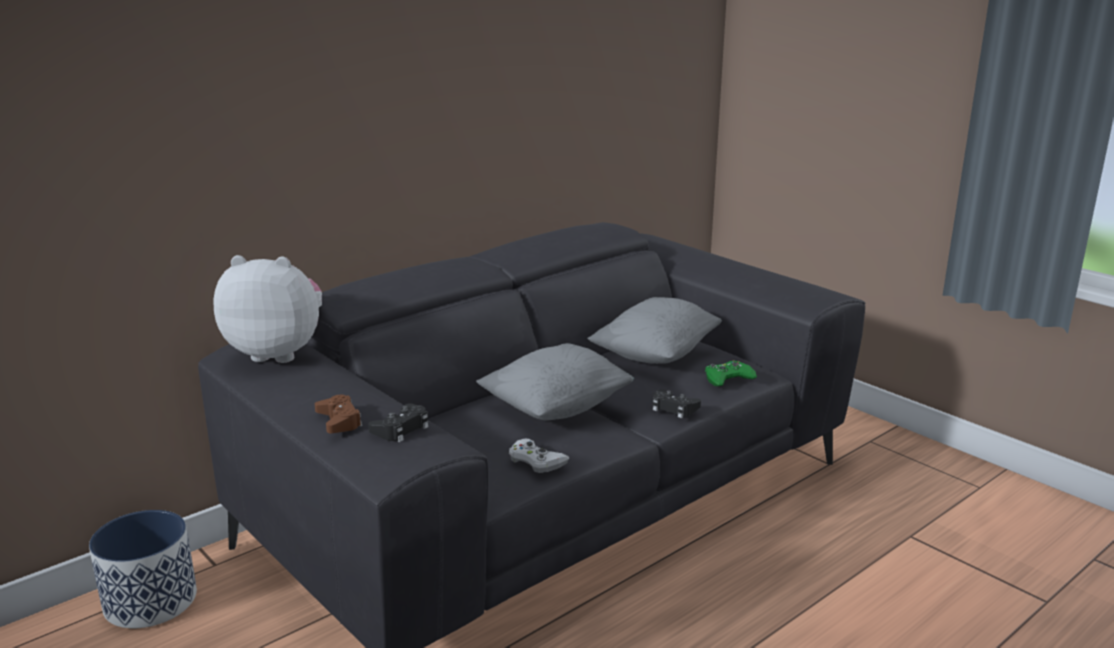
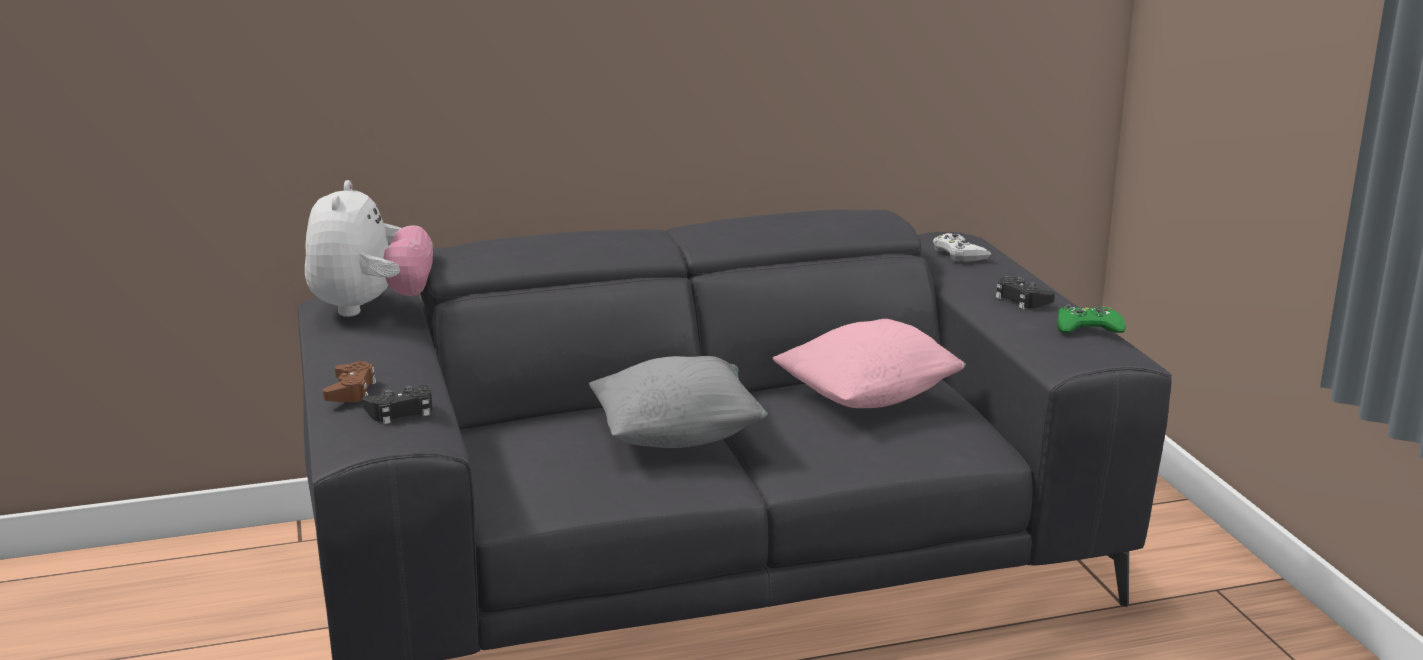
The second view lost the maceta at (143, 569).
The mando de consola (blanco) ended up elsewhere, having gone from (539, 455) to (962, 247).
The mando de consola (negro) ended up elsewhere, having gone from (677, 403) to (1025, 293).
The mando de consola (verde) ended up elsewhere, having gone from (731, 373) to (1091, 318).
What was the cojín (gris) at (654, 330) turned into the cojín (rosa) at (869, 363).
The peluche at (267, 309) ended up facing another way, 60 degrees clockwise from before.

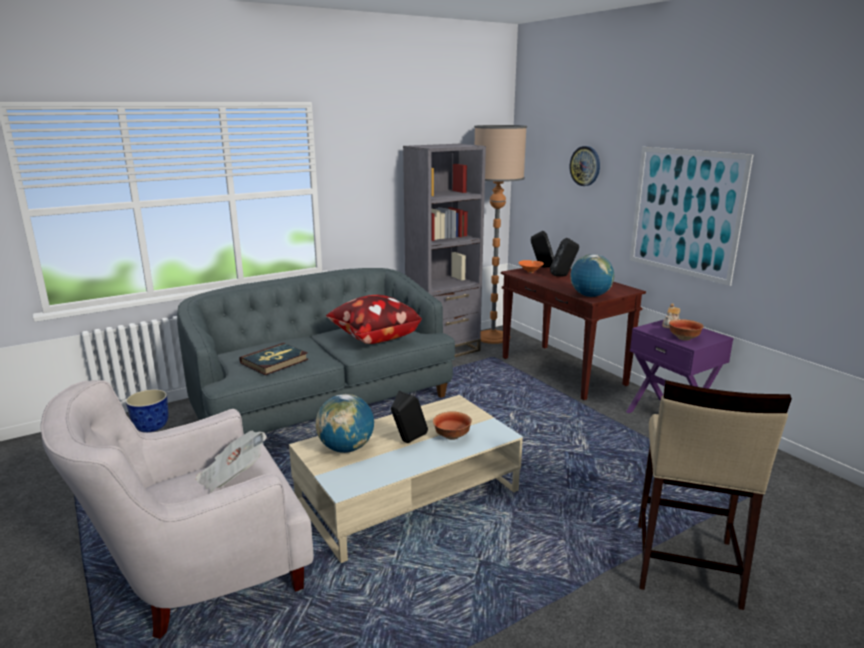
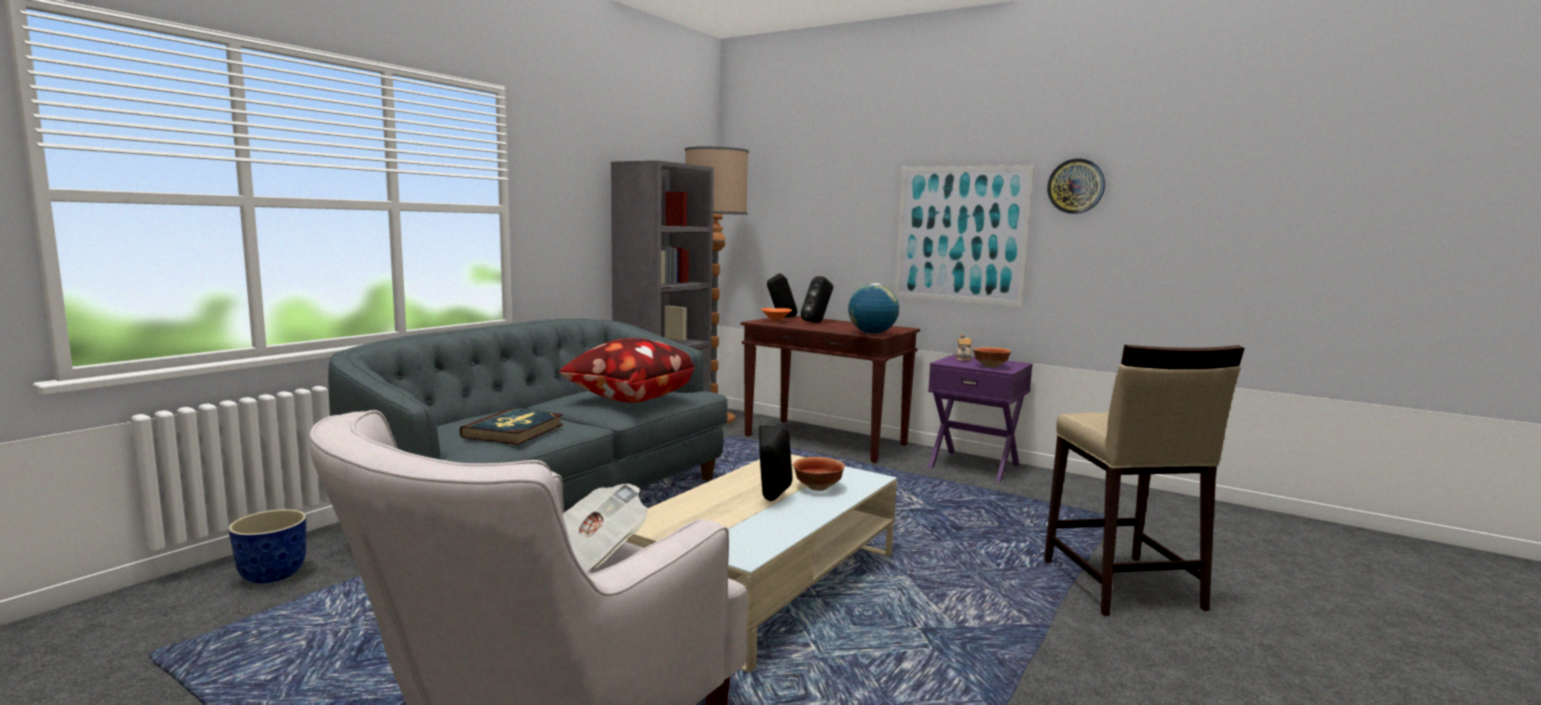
The second view lost the globo terráqueo at (345, 423).
The reloj de pared ended up elsewhere, having gone from (585, 166) to (1076, 186).

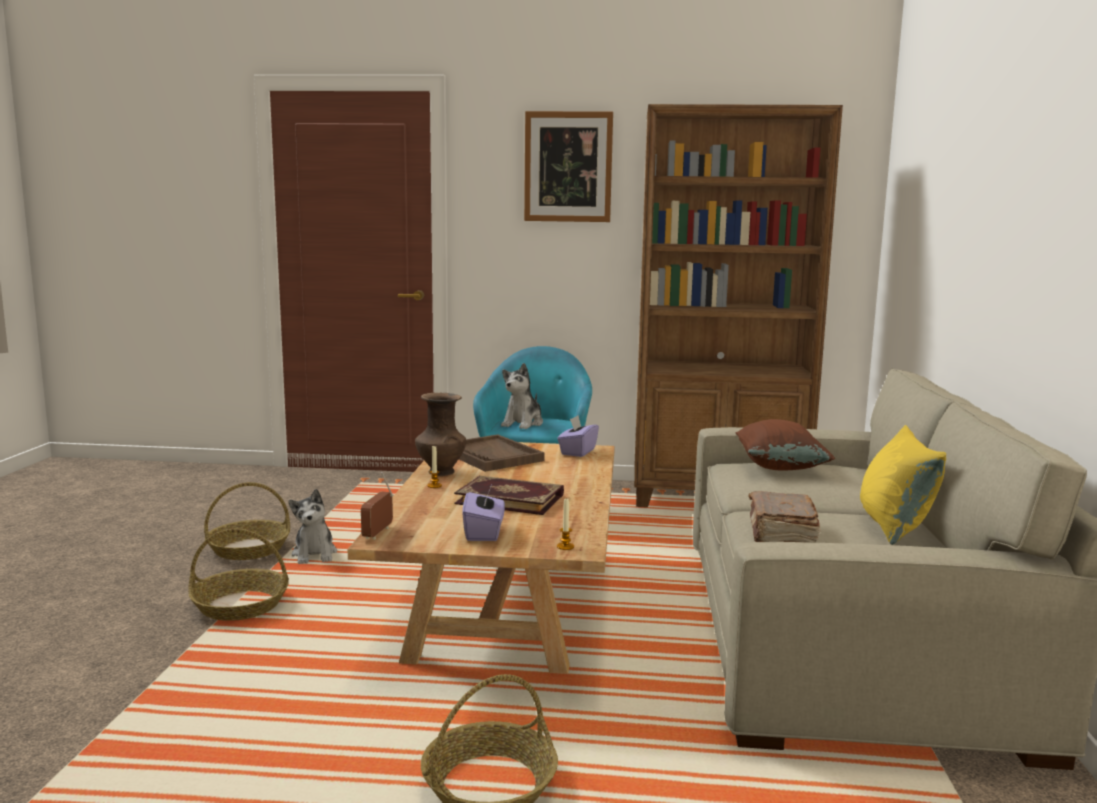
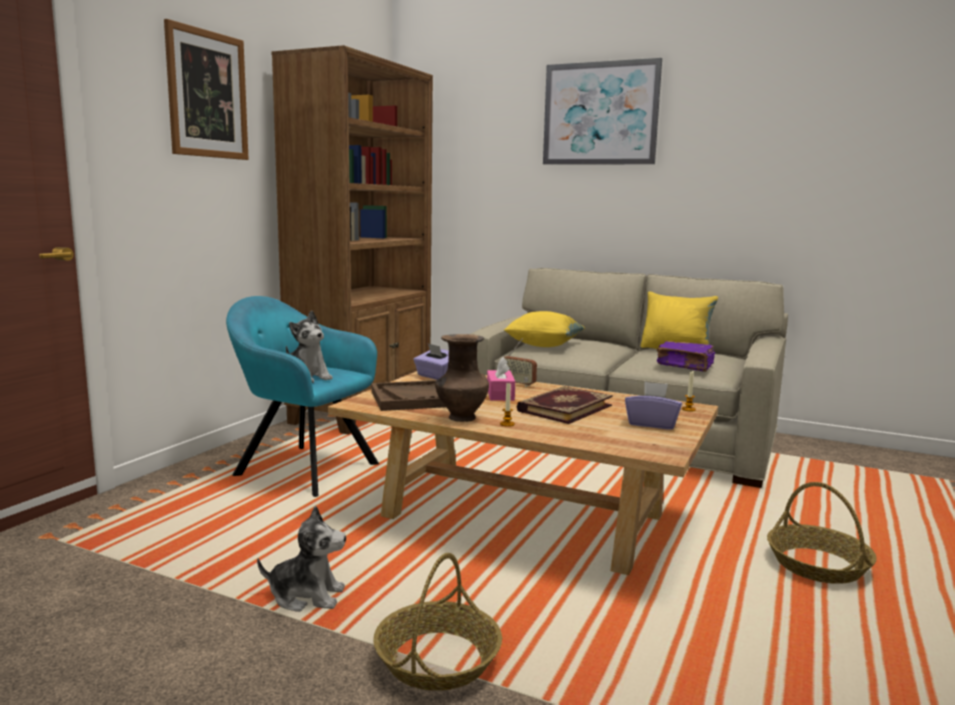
The second view lost the cesta at (247, 521).
The second view gained the caja de pañuelos (rosa) at (501, 379).
The second view gained the cuadro at (602, 111).
The radio ended up elsewhere, having gone from (377, 506) to (520, 362).
What was the cojín (marrón) at (785, 444) turned into the cojín (amarillo) at (544, 329).
What was the libro (marrón) at (785, 517) turned into the libro (morado) at (686, 356).

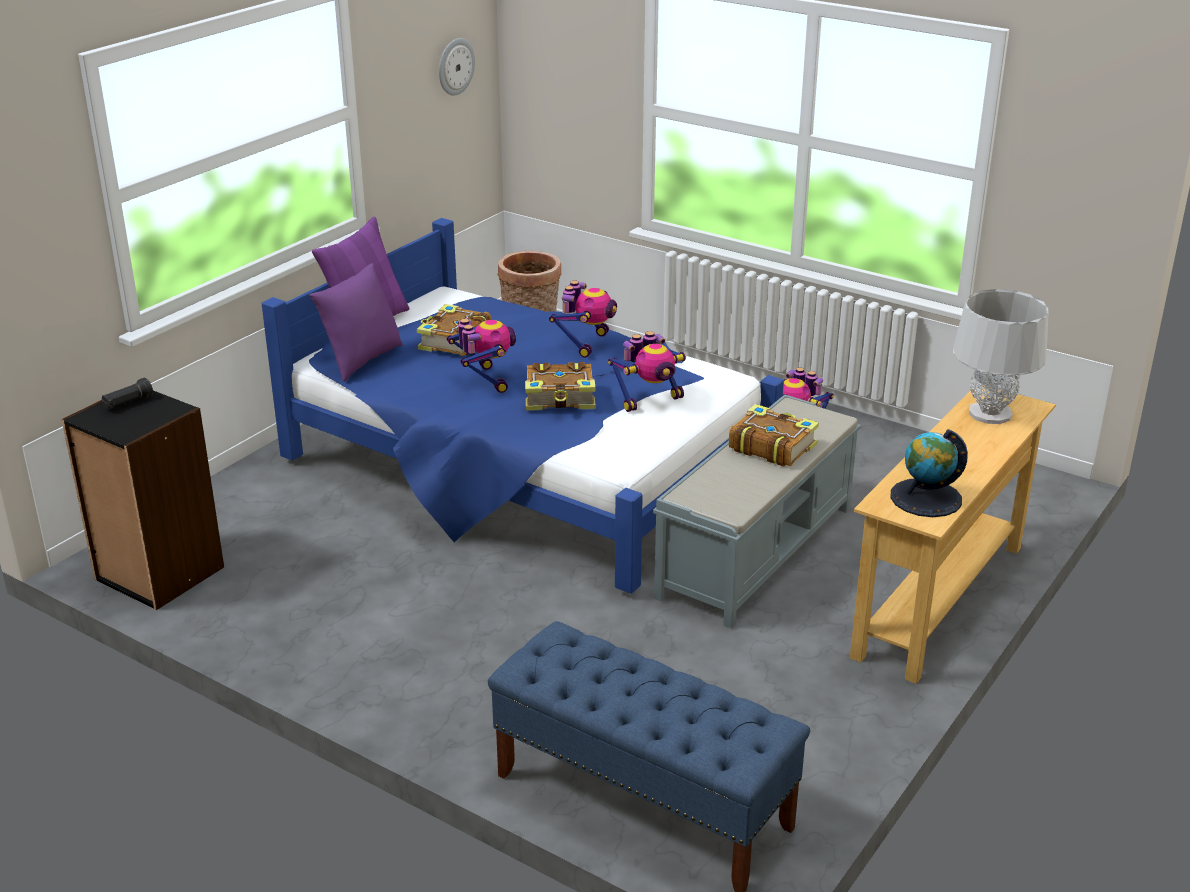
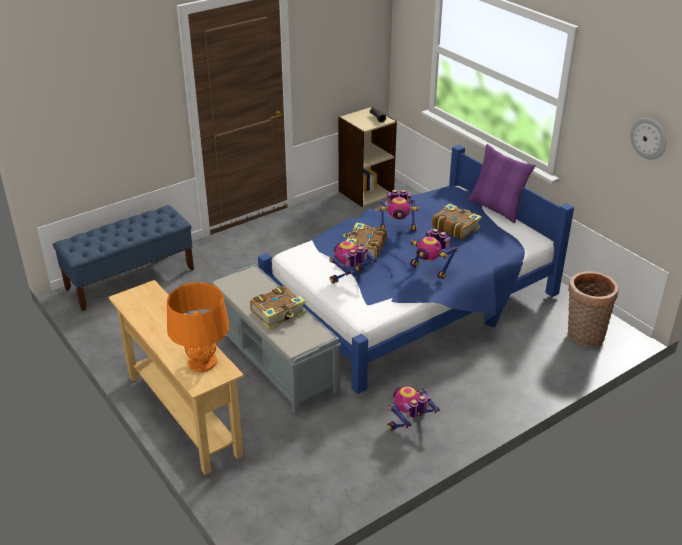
The second view lost the cojín (morado) at (356, 322).
The second view lost the globo terráqueo at (929, 473).
What was the estantería (negro) at (143, 497) turned into the estantería (beis) at (367, 157).
What was the lámpara de mesa (gris) at (1000, 356) turned into the lámpara de mesa (naranja) at (198, 327).
The robot de juguete at (647, 371) ended up facing another way, 60 degrees clockwise from before.

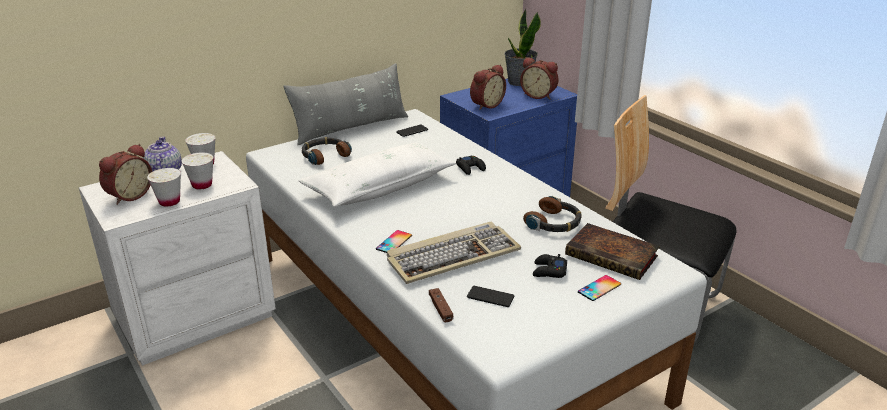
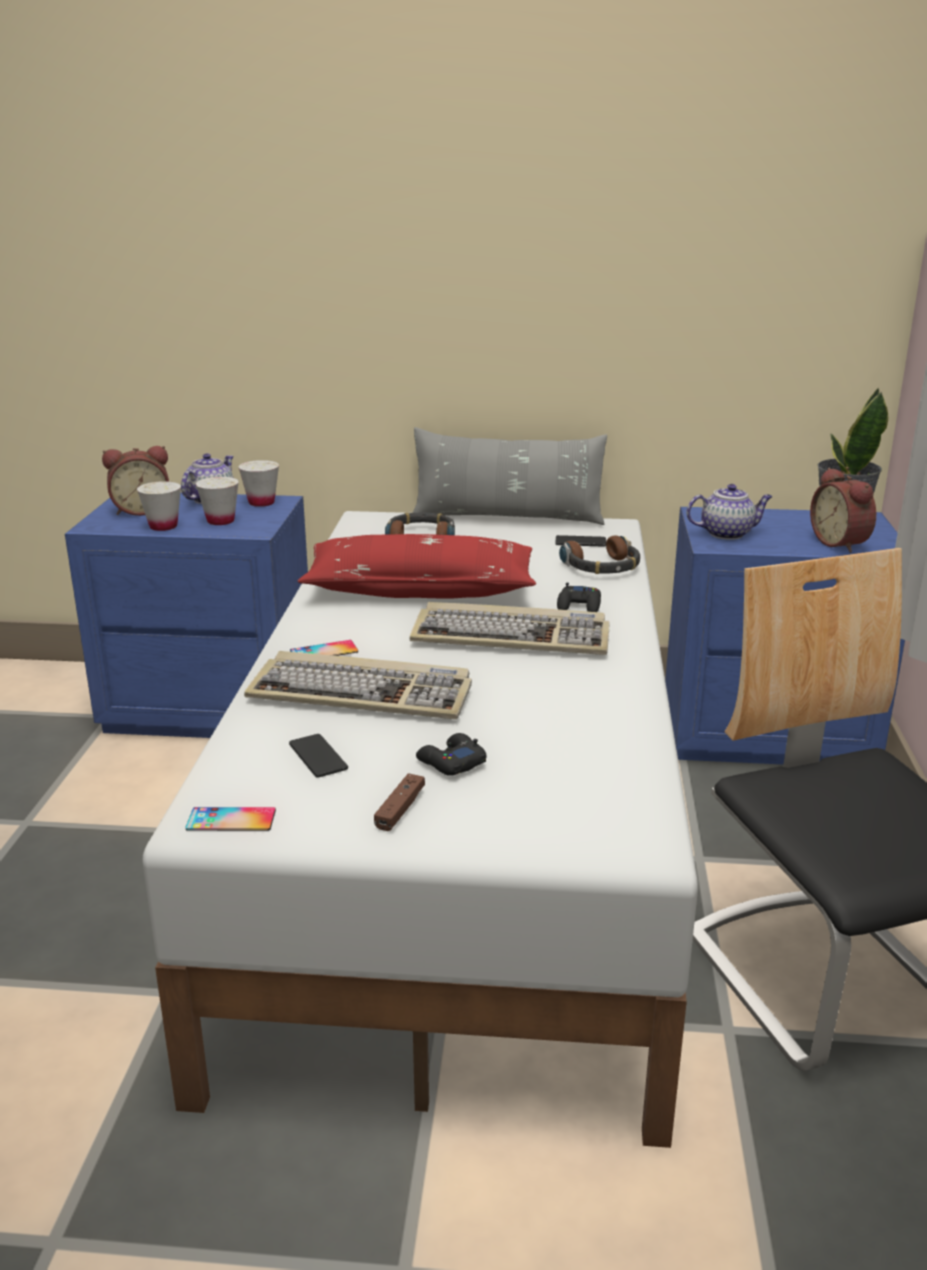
The second view lost the libro at (612, 251).
The second view gained the teclado at (510, 628).
The mando de consola (marrón) ended up elsewhere, having gone from (441, 305) to (399, 802).
The auriculares ended up elsewhere, having gone from (552, 214) to (599, 555).
The móvil ended up elsewhere, having gone from (599, 288) to (231, 819).
Where the despertador stood at (488, 87), the tetera came to stand at (729, 512).
What was the mesita de noche (blanco) at (177, 258) turned into the mesita de noche (azul) at (186, 615).
What was the cojín (blanco) at (377, 175) turned into the cojín (rojo) at (416, 566).

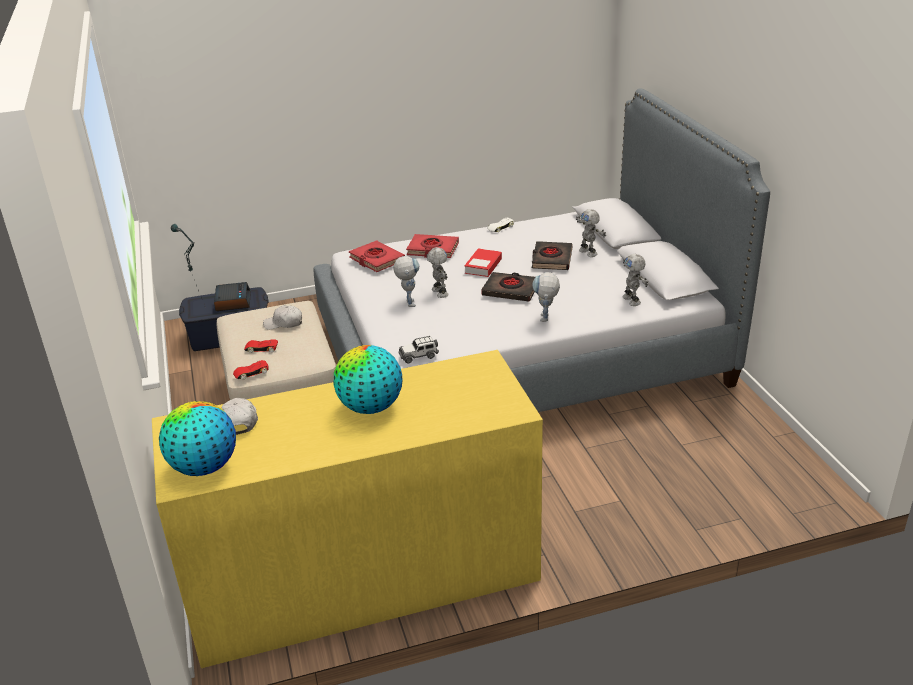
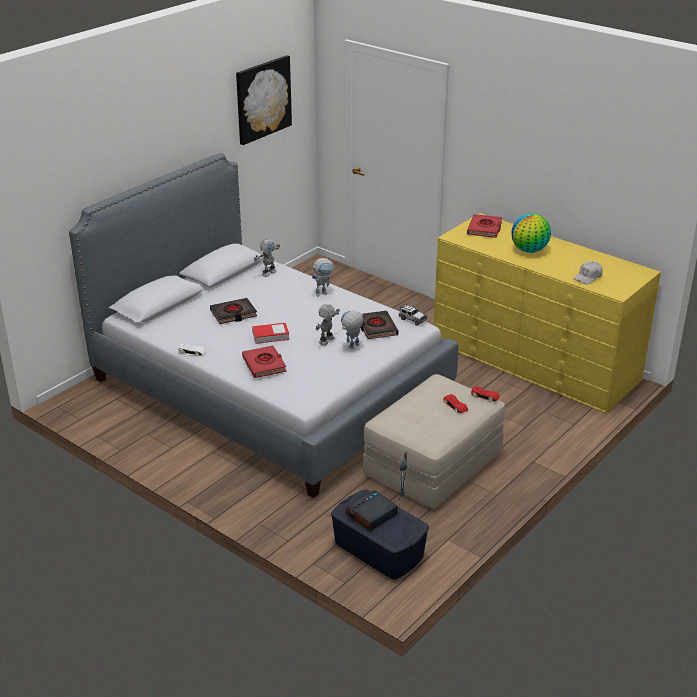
The second view lost the globo terráqueo at (197, 438).
The second view lost the gorra (blanco) at (282, 317).
The second view lost the robot de juguete at (591, 233).
The second view gained the cuadro at (264, 100).
The libro (rojo) ended up elsewhere, having gone from (377, 256) to (484, 226).
The libro (negro) ended up elsewhere, having gone from (508, 287) to (379, 325).

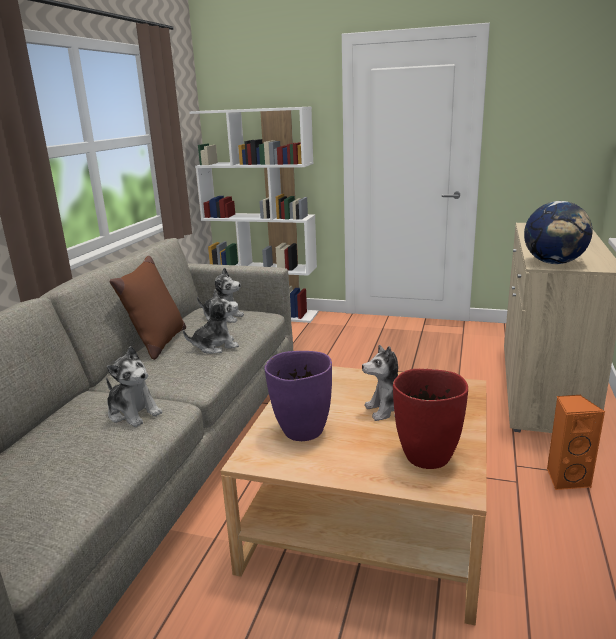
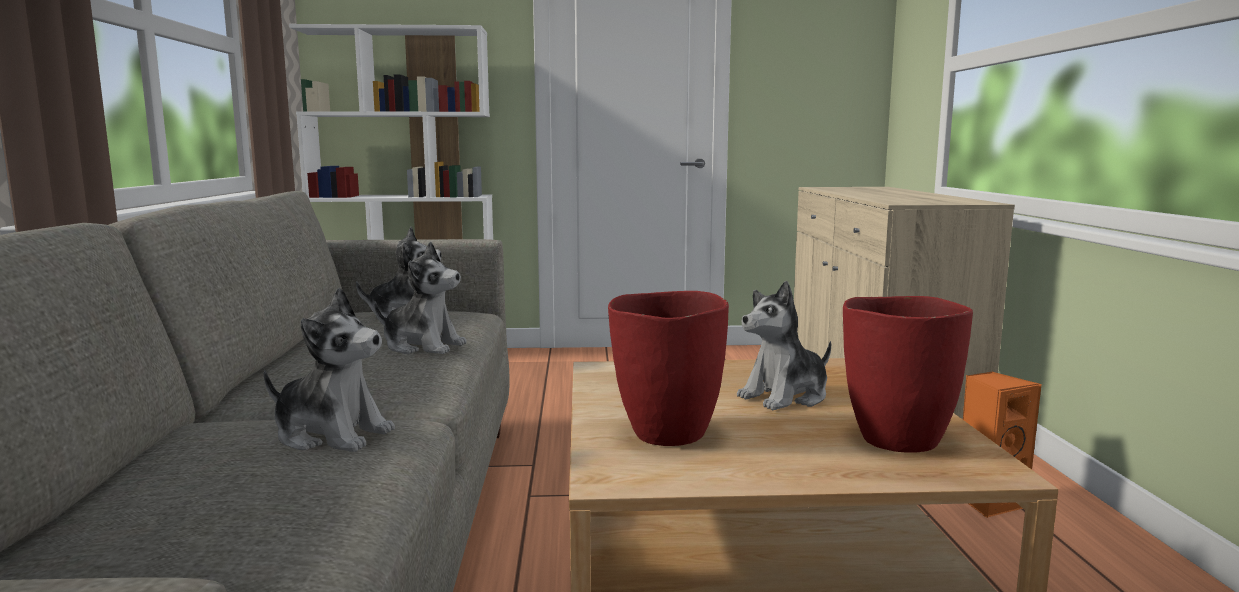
The second view lost the cojín (marrón) at (148, 308).
The second view lost the globo terráqueo at (558, 232).
What was the florero (morado) at (298, 396) turned into the florero (rojo) at (668, 368).
The peluche at (211, 321) ended up facing another way, 60 degrees clockwise from before.

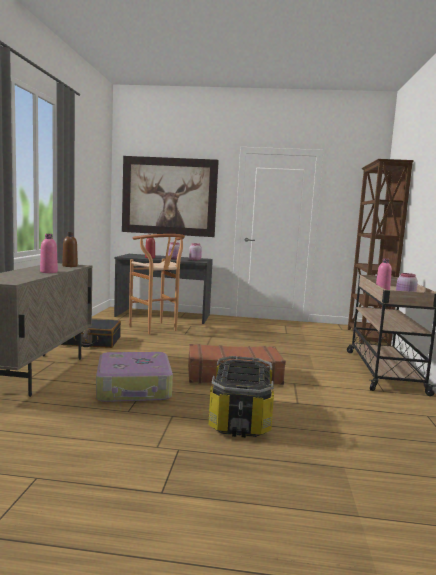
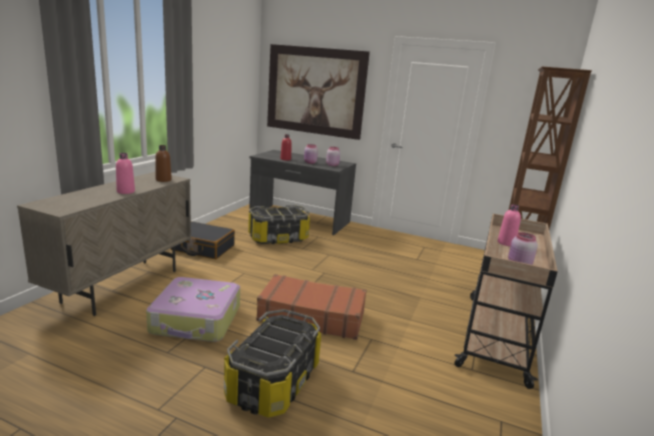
Where the taburete (marrón) stood at (157, 284), the caja de almacenaje came to stand at (279, 224).

